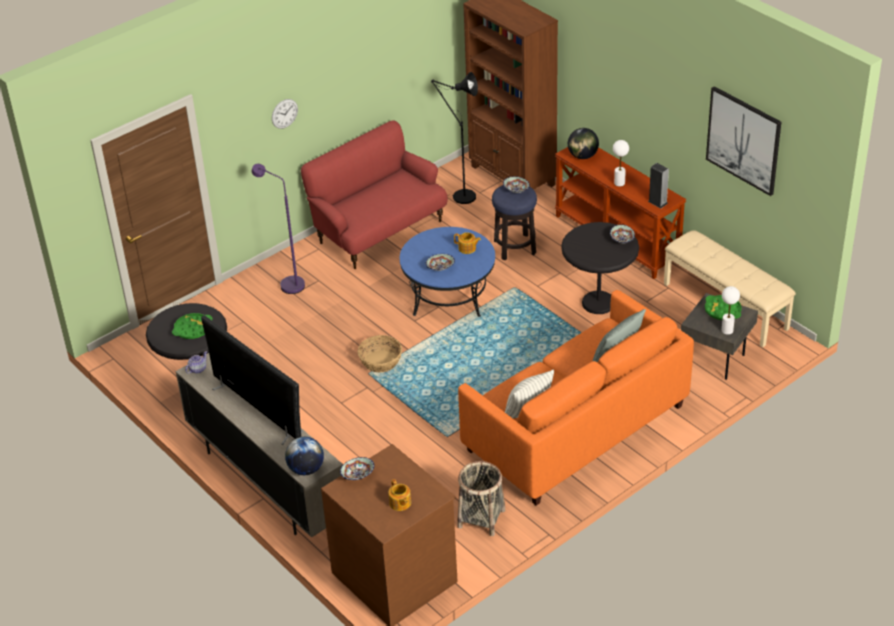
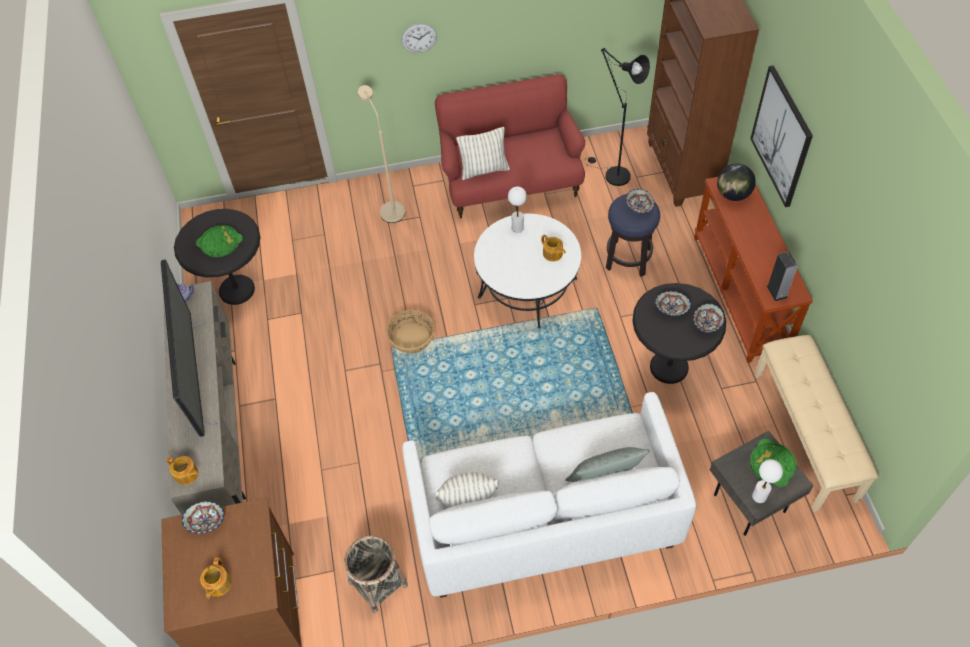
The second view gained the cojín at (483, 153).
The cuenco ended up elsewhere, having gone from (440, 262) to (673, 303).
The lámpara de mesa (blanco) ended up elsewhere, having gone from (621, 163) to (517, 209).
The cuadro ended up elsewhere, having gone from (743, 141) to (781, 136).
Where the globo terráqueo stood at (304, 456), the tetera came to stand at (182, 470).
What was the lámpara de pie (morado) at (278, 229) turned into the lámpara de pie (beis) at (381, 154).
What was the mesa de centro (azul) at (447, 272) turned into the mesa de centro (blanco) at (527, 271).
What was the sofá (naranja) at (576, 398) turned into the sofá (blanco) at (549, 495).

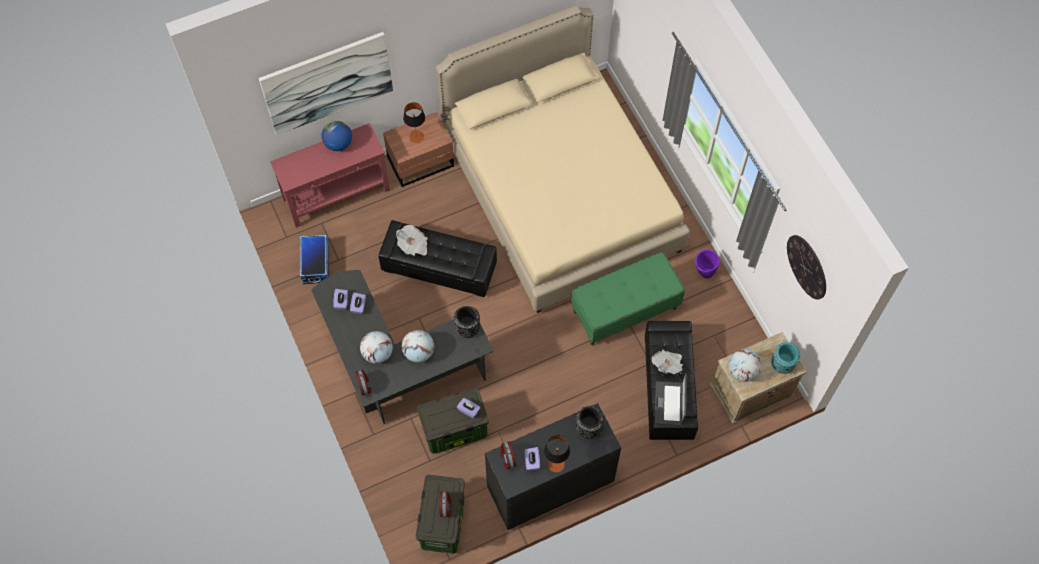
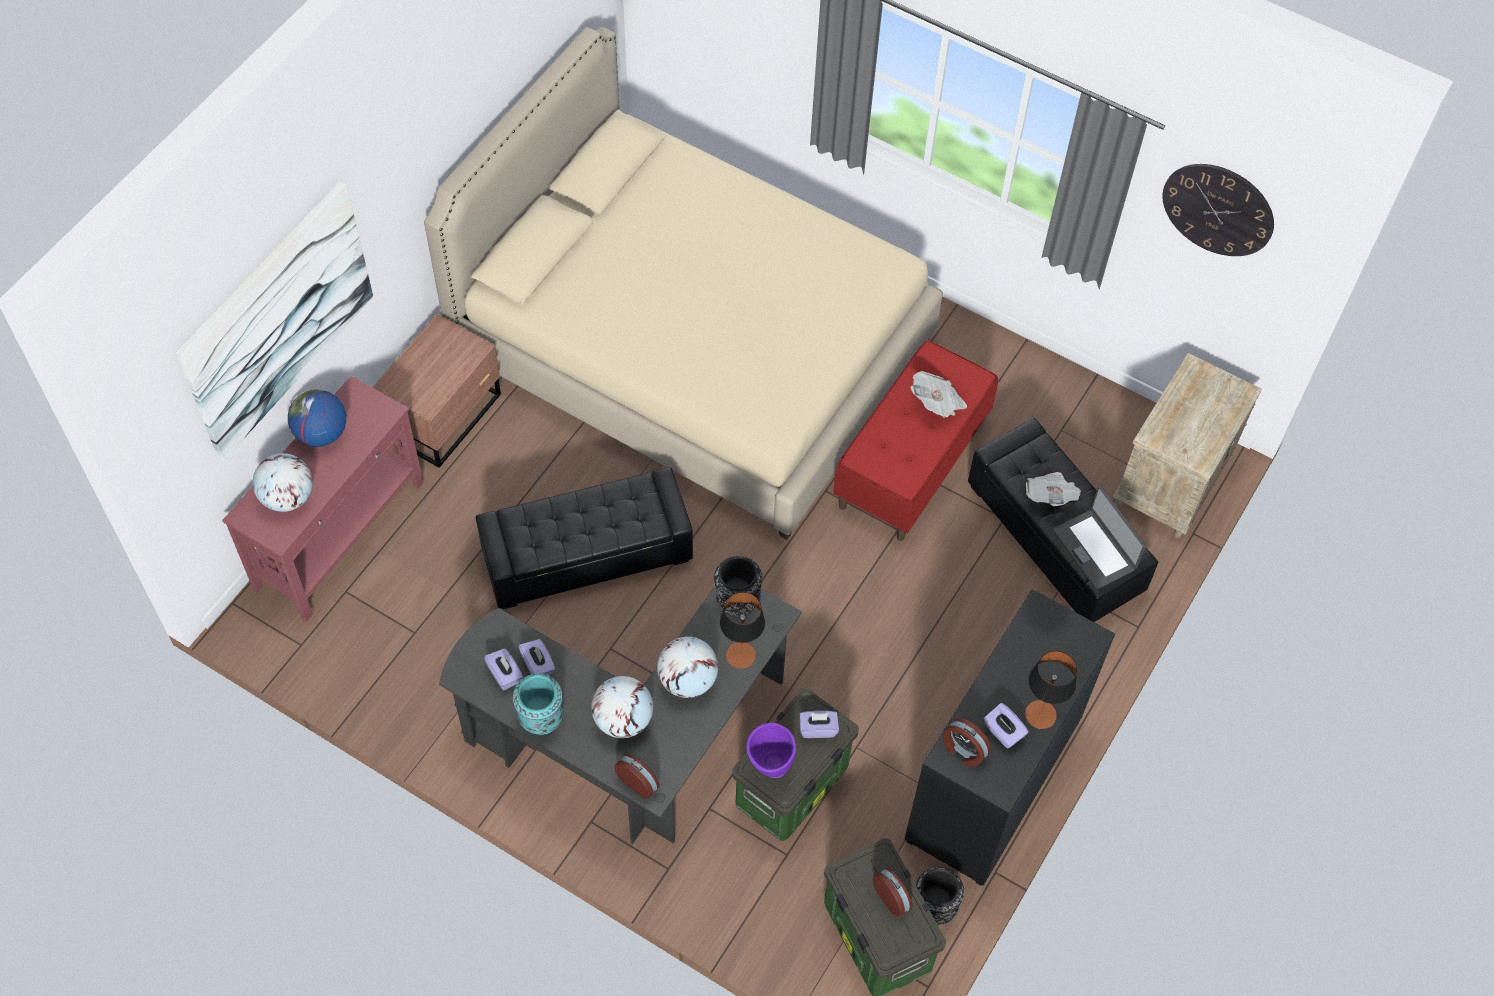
The second view lost the caja de almacenaje at (314, 259).
The periódico ended up elsewhere, having gone from (412, 240) to (938, 394).
The lámpara de mesa ended up elsewhere, having gone from (414, 122) to (742, 630).
The florero (negro) ended up elsewhere, having gone from (590, 422) to (940, 896).
The florero (morado) ended up elsewhere, having gone from (707, 263) to (771, 750).
The globo terráqueo ended up elsewhere, having gone from (745, 365) to (283, 482).
The florero (turquesa) ended up elsewhere, having gone from (785, 358) to (538, 704).
What was the banco (verde) at (628, 298) turned into the banco (rojo) at (915, 440).

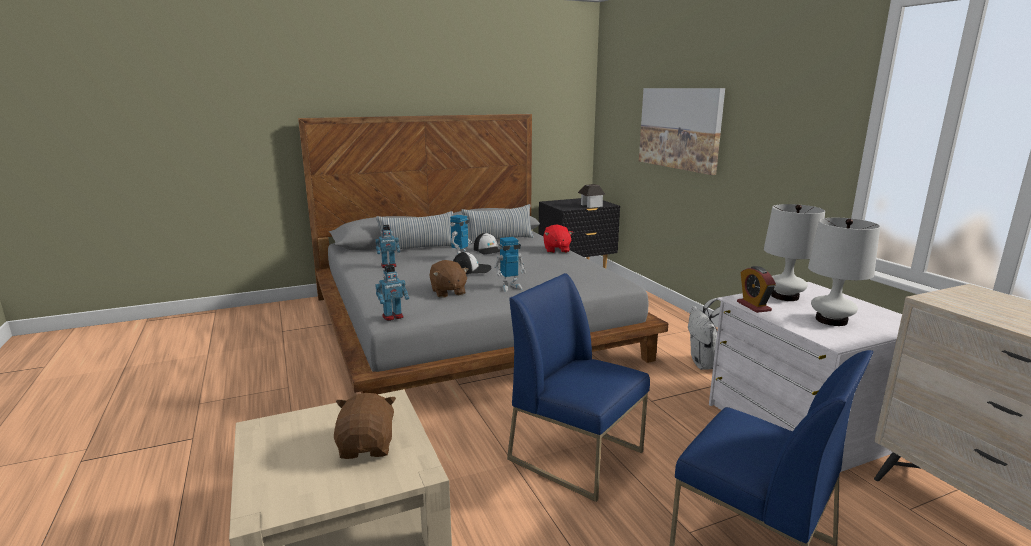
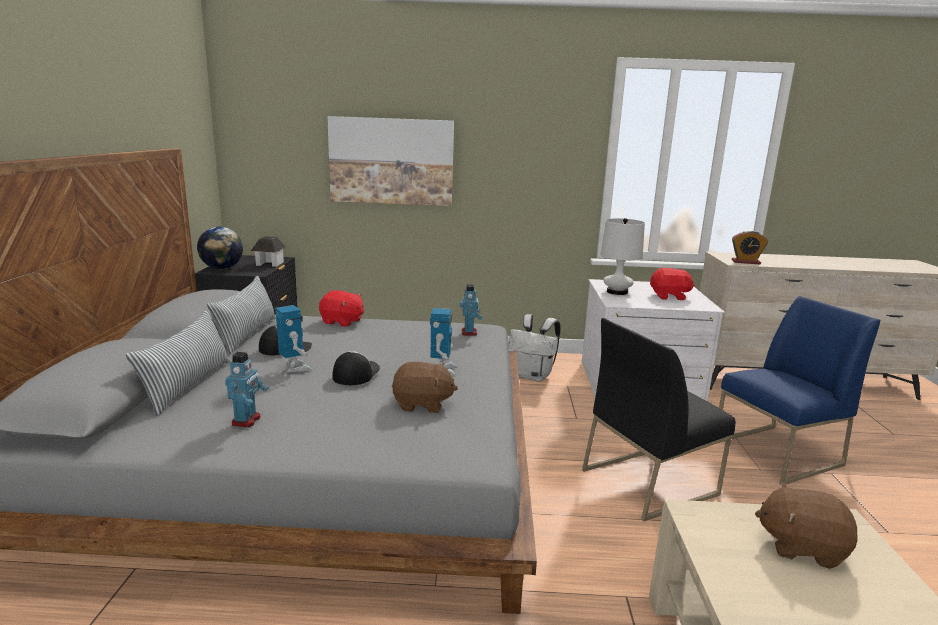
The second view gained the globo terráqueo at (220, 247).
The robot de juguete ended up elsewhere, having gone from (392, 293) to (471, 310).
The despertador ended up elsewhere, having gone from (756, 289) to (750, 247).
Where the lámpara de mesa (blanco) stood at (844, 272), the peluche (rojo) came to stand at (672, 284).
What was the silla (azul) at (578, 387) turned into the silla (negro) at (659, 420).

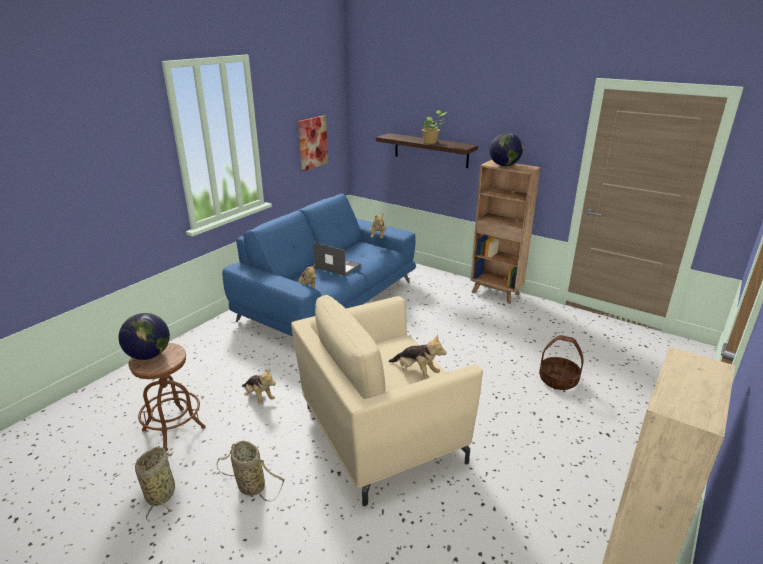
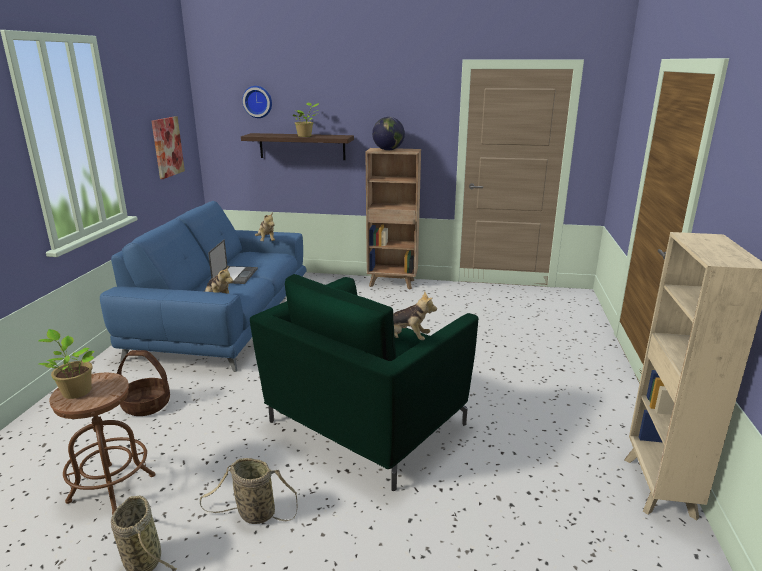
The second view lost the peluche at (259, 386).
The second view gained the reloj de pared at (257, 102).
The cesta ended up elsewhere, having gone from (561, 362) to (143, 383).
Where the globo terráqueo stood at (144, 336), the planta en maceta came to stand at (66, 364).
What was the sillón (beis) at (387, 400) turned into the sillón (verde) at (364, 382).
The portátil at (337, 259) ended up facing another way, 90 degrees clockwise from before.

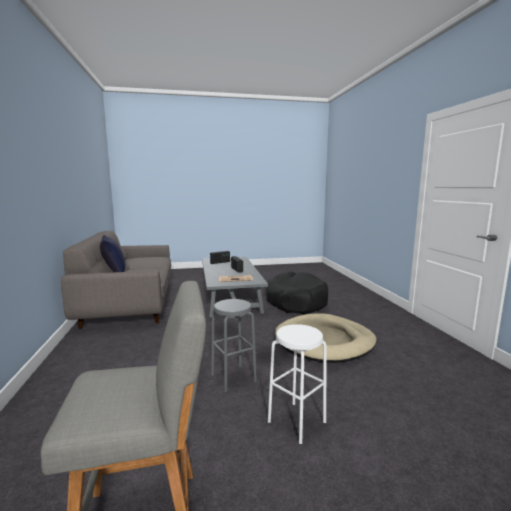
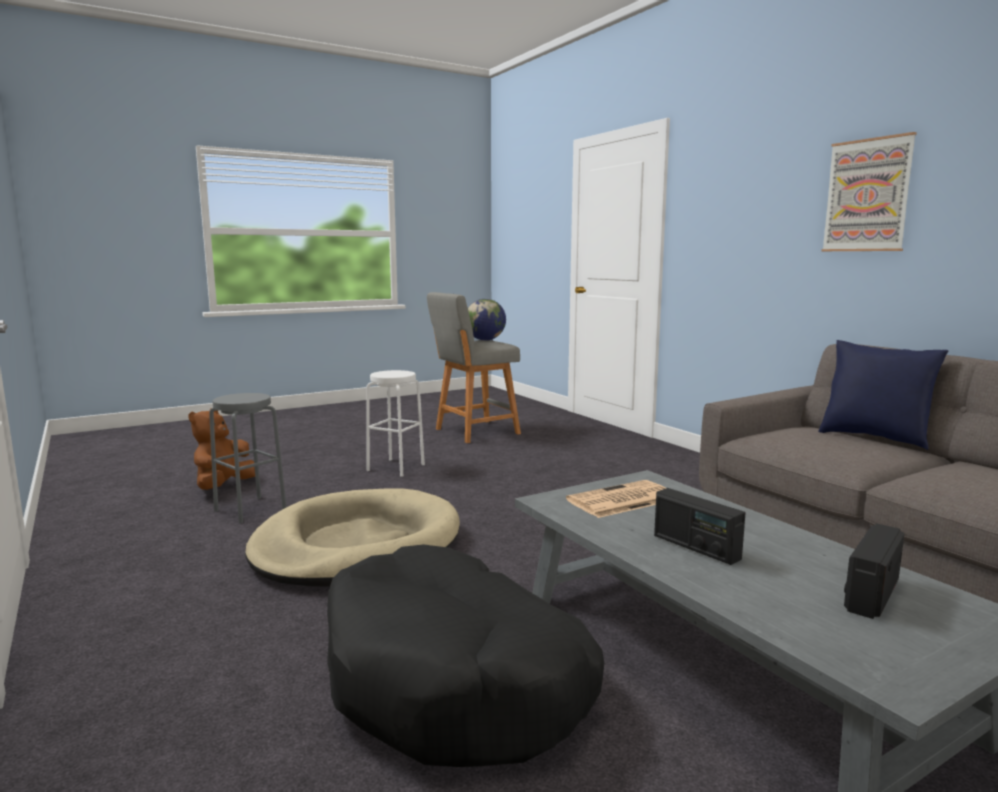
The second view gained the peluche (marrón) at (221, 449).
The second view gained the globo terráqueo at (487, 320).
The second view gained the cuadro at (869, 191).
The taburete (gris) ended up elsewhere, having gone from (234, 345) to (248, 458).

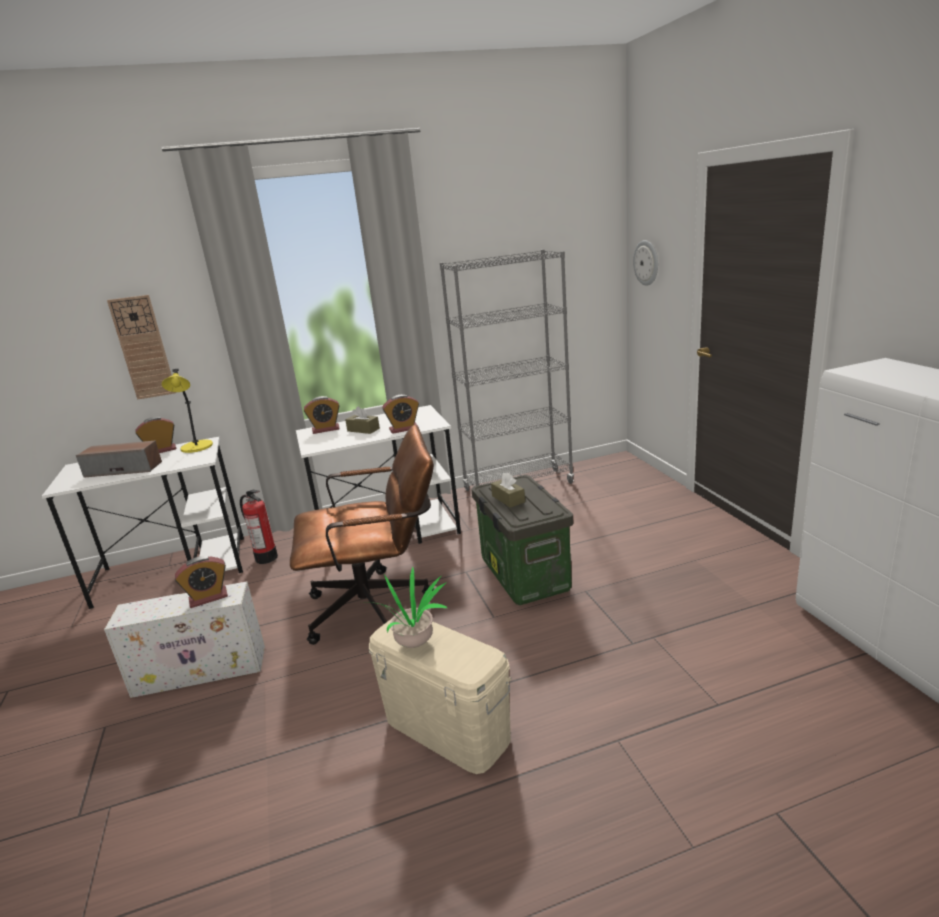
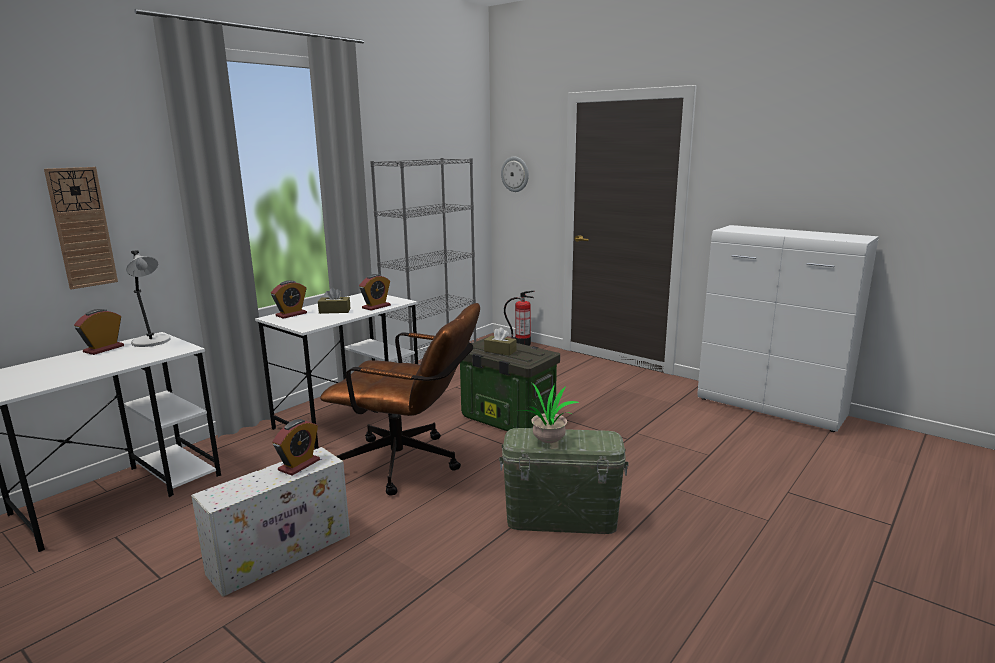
The second view lost the altavoz at (119, 459).
The extintor ended up elsewhere, having gone from (259, 527) to (519, 318).
What was the lámpara de mesa (amarillo) at (187, 411) turned into the lámpara de mesa (gris) at (148, 298).
What was the caja de almacenaje (beis) at (440, 696) turned into the caja de almacenaje (verde) at (564, 481).
The silla de oficina (marrón) at (362, 535) ended up facing another way, 60 degrees clockwise from before.

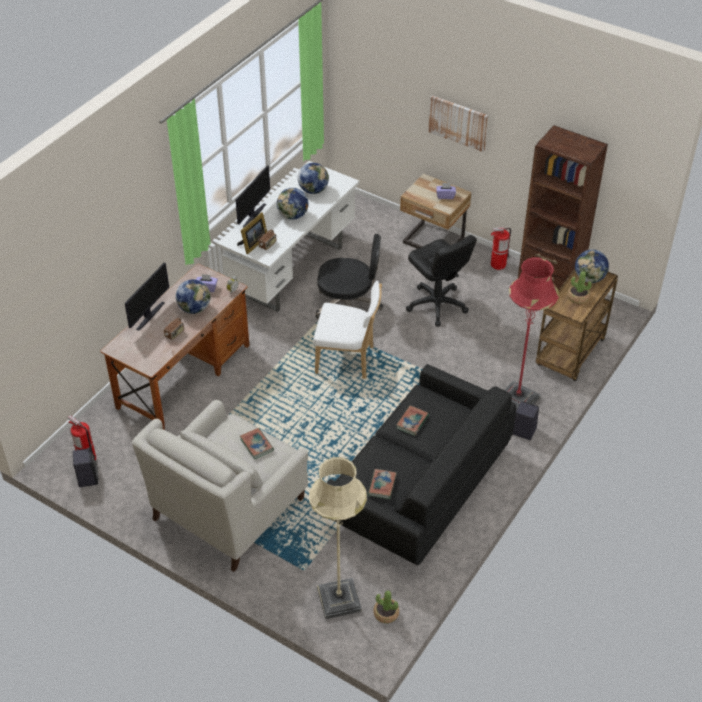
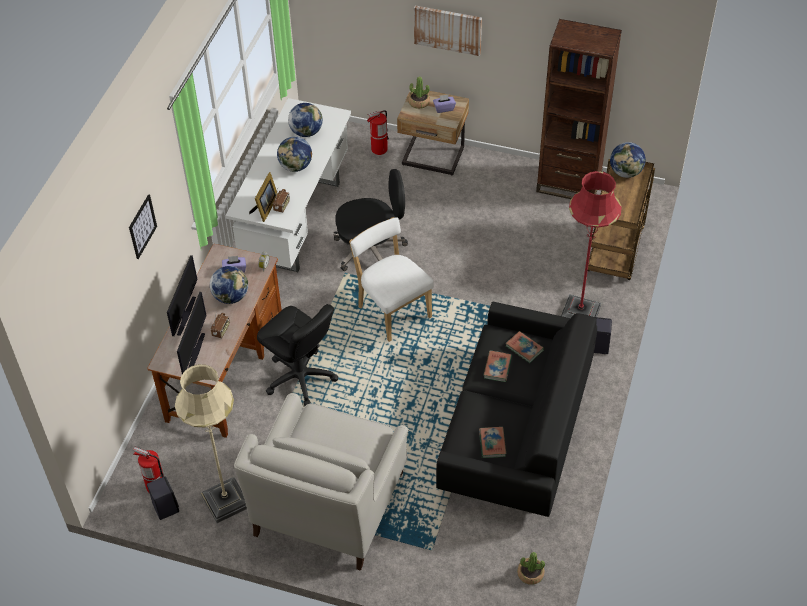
The second view gained the cuadro at (143, 226).
The monitor ended up elsewhere, having gone from (253, 196) to (192, 333).
The libro ended up elsewhere, having gone from (257, 443) to (525, 347).
The lámpara de pie (beis) ended up elsewhere, having gone from (338, 538) to (211, 443).
The silla de oficina (negro) ended up elsewhere, having gone from (441, 281) to (297, 355).
The extintor ended up elsewhere, having gone from (501, 248) to (378, 132).
The planta en maceta ended up elsewhere, having gone from (579, 287) to (419, 93).
The silla (blanco) at (347, 330) ended up facing another way, 120 degrees counterclockwise from before.

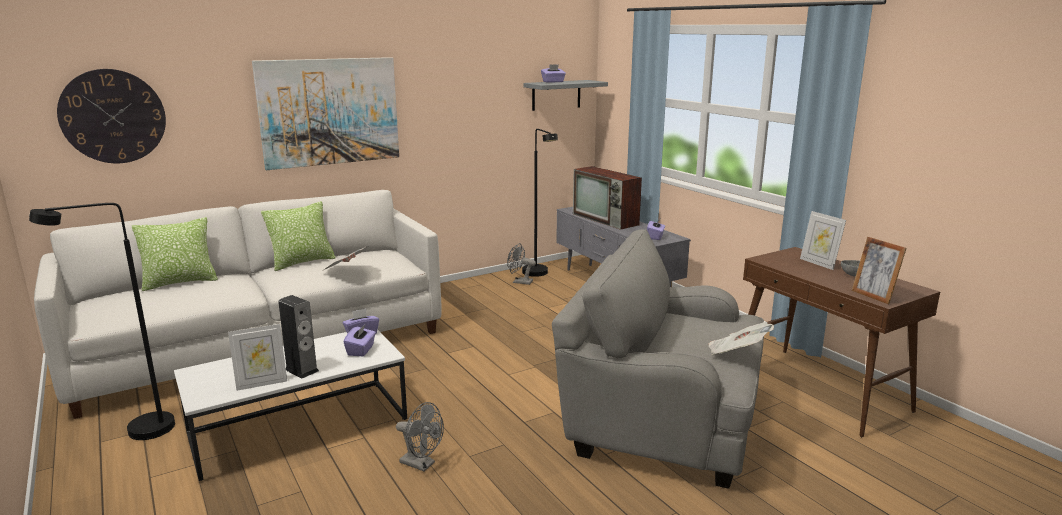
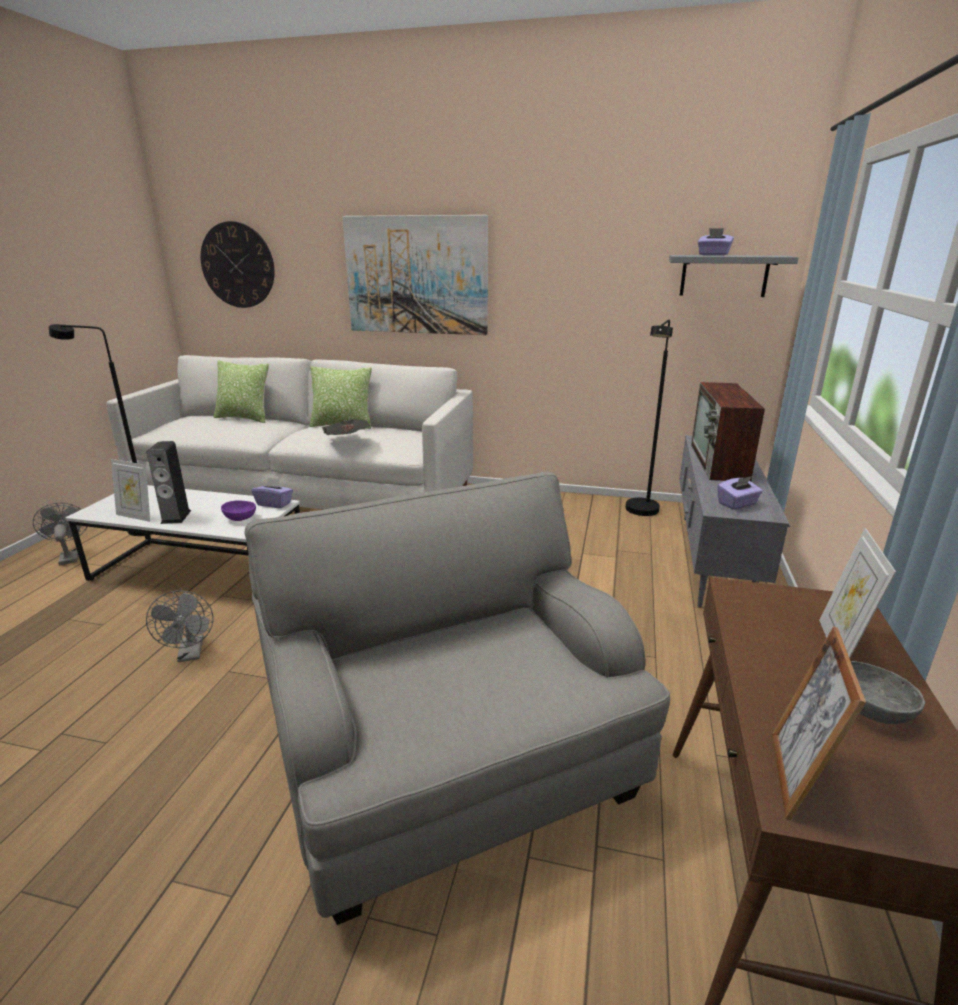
The second view lost the periódico at (741, 338).
The ventilador (gris) ended up elsewhere, having gone from (521, 264) to (60, 533).
Where the caja de pañuelos (morado) stood at (360, 340), the cuenco (morado) came to stand at (238, 511).

